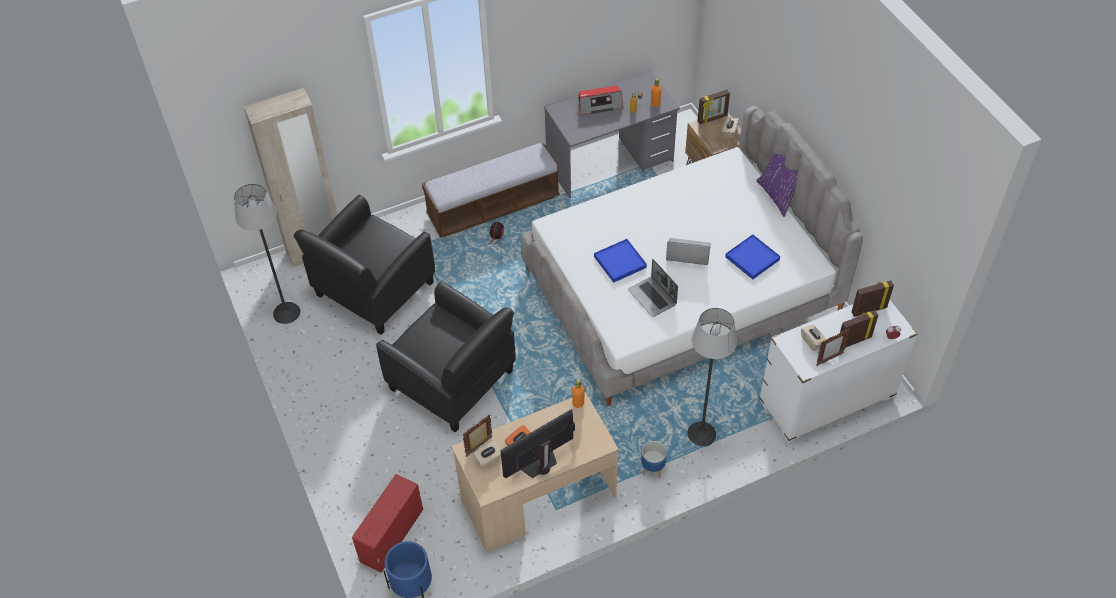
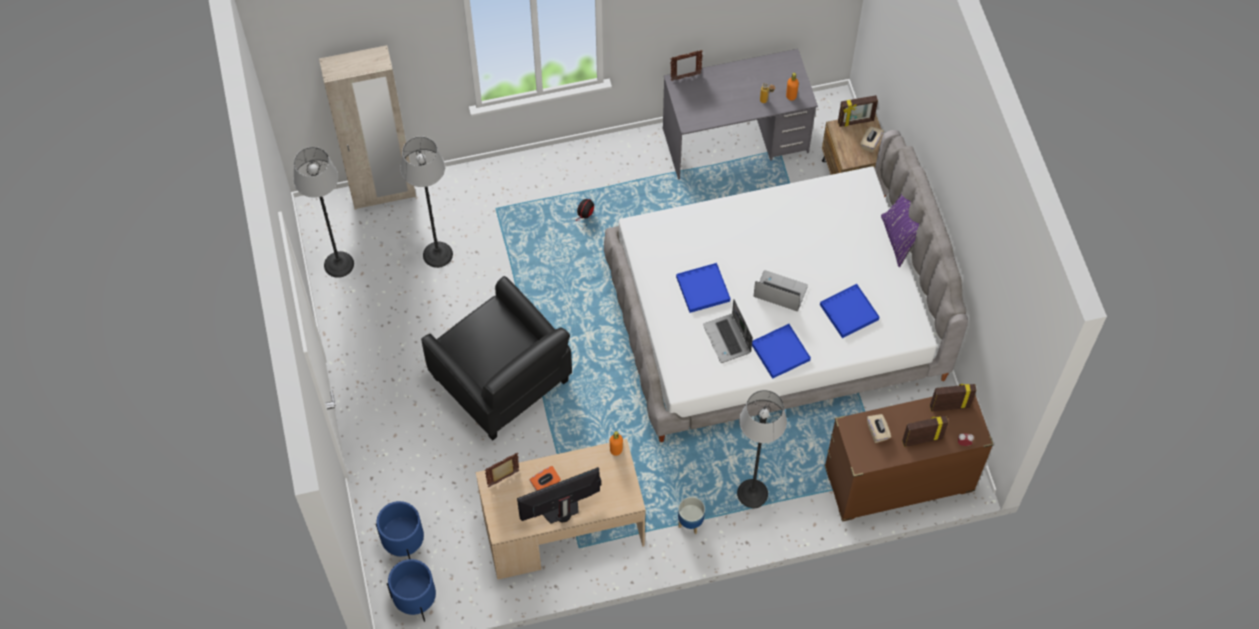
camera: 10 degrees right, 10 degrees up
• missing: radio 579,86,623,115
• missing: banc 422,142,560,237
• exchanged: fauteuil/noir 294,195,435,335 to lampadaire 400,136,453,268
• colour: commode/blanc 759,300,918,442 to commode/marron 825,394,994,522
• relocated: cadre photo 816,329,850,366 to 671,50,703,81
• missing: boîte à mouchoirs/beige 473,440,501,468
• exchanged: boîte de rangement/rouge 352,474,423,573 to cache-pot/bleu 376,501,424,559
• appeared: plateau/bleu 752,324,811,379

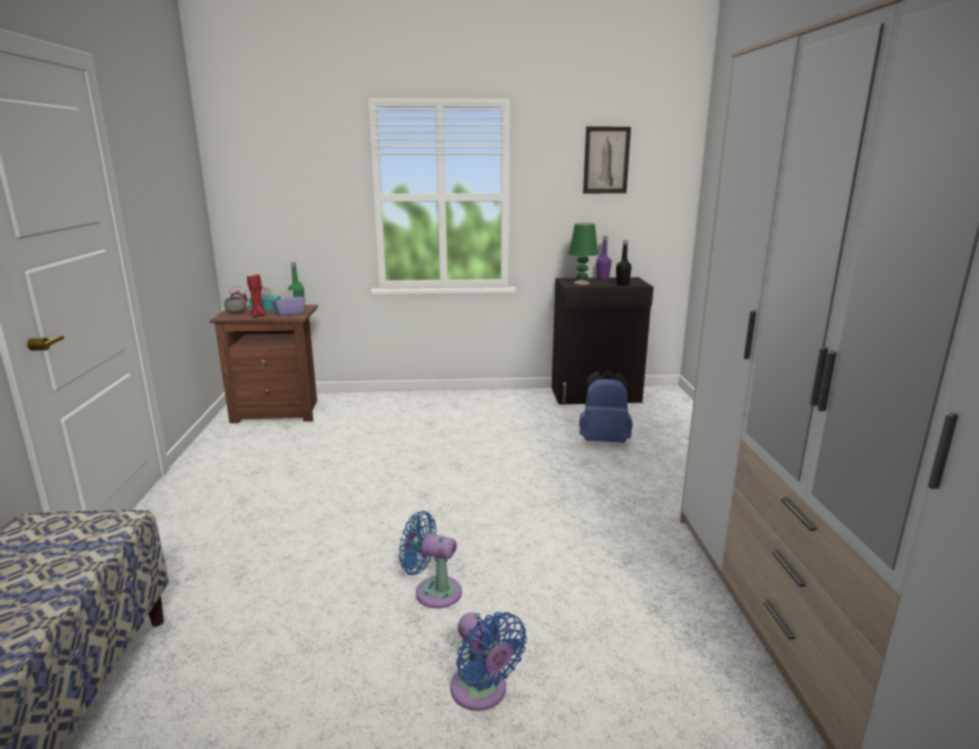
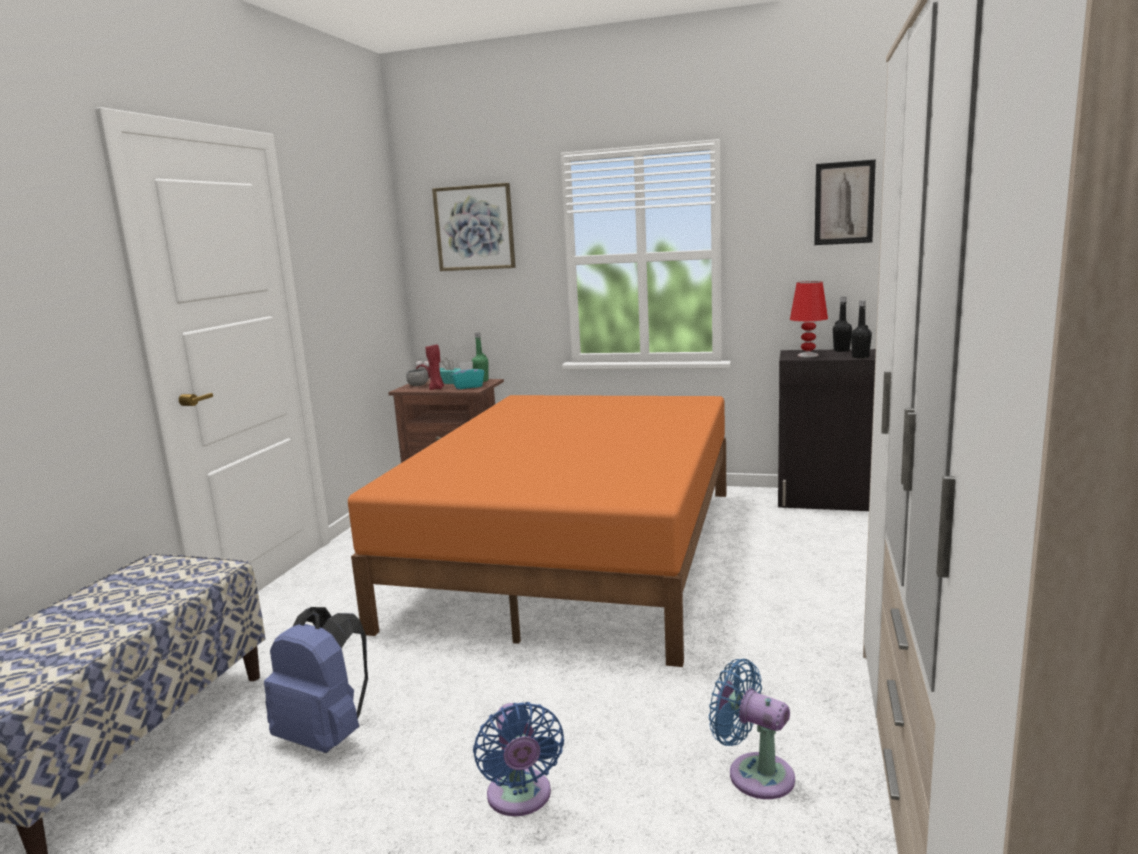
camera: 20 degrees right, 5 degrees down
• colour: lampe de table/vert 569,223,598,285 to lampe de table/rouge 790,281,828,357
• colour: bouteille/violet 597,236,611,280 to bouteille/noir 833,297,852,352
• colour: boîte à mouchoirs/violet 271,290,305,316 to boîte à mouchoirs/turquoise 450,361,484,389
• relocated: sac à dos/bleu 579,371,632,443 to 264,607,368,753
• relocated: ventilateur/bleu 399,511,462,608 to 709,659,795,799
• appeared: tableau 432,183,516,271
• appeared: lit/orange 348,395,726,667

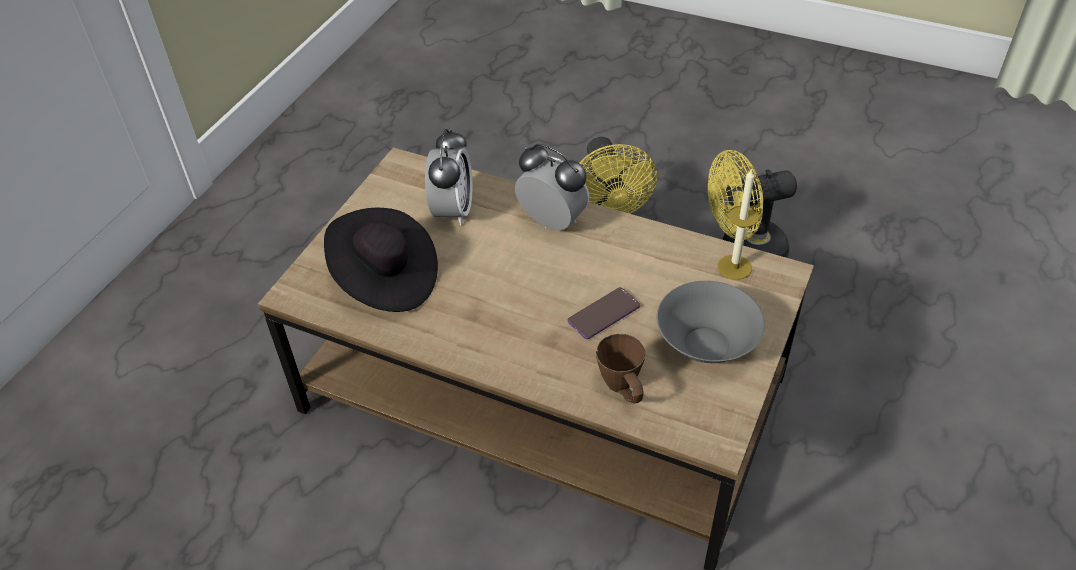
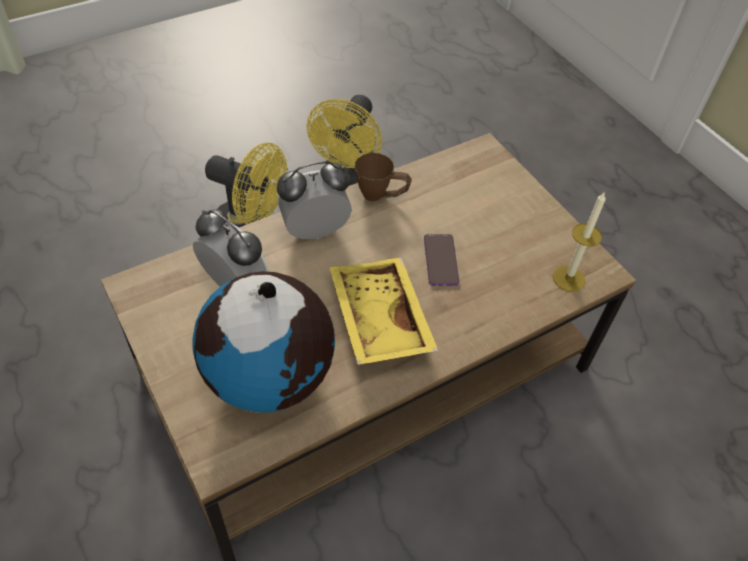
camera: 60 degrees left, 5 degrees up
• relocated: bougie 718,168,759,280 to 553,191,606,292
• exchanged: chapeau/noir 324,208,438,312 to globe 192,271,335,412
• missing: bol/gris 657,281,765,363
• relocated: mug/marron 596,334,645,404 to 354,153,412,201
• appeared: plateau/jaune 329,258,439,365

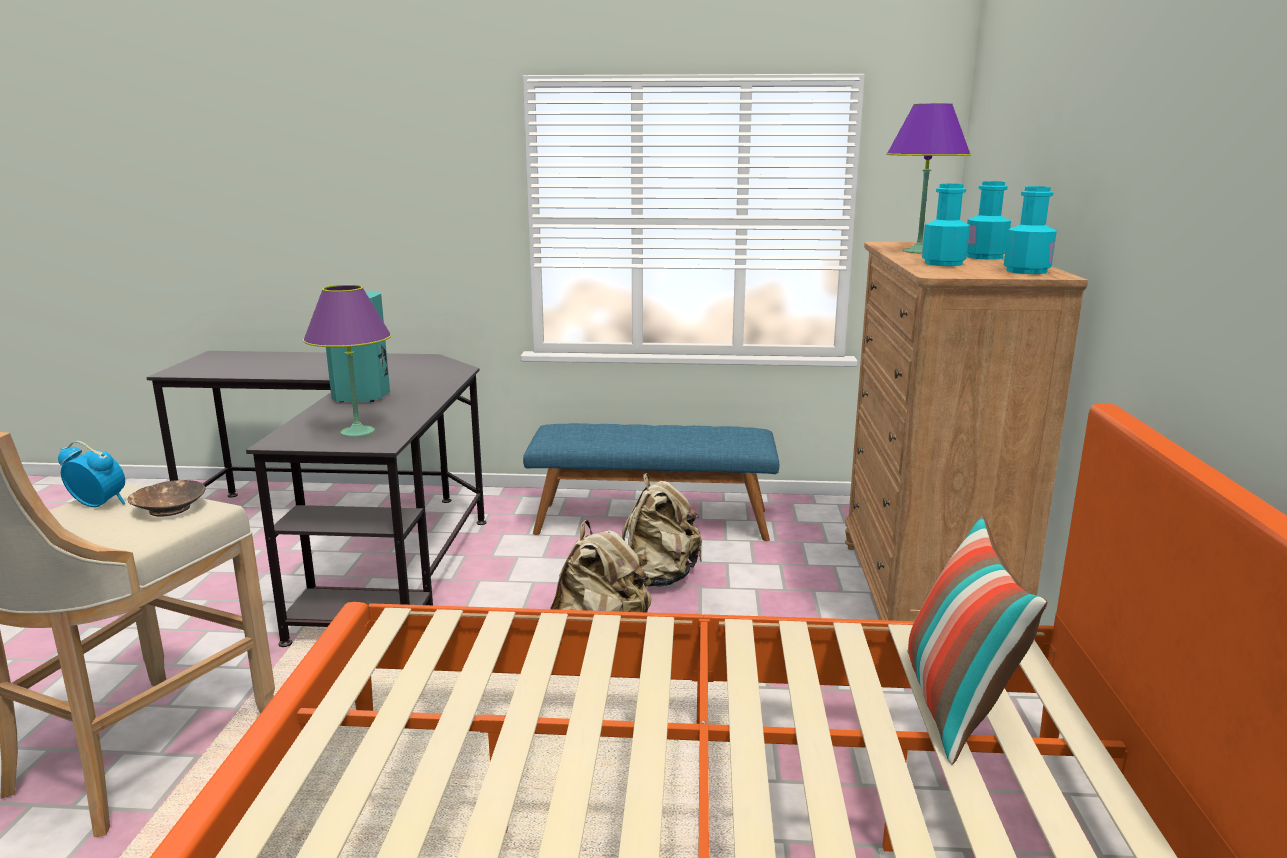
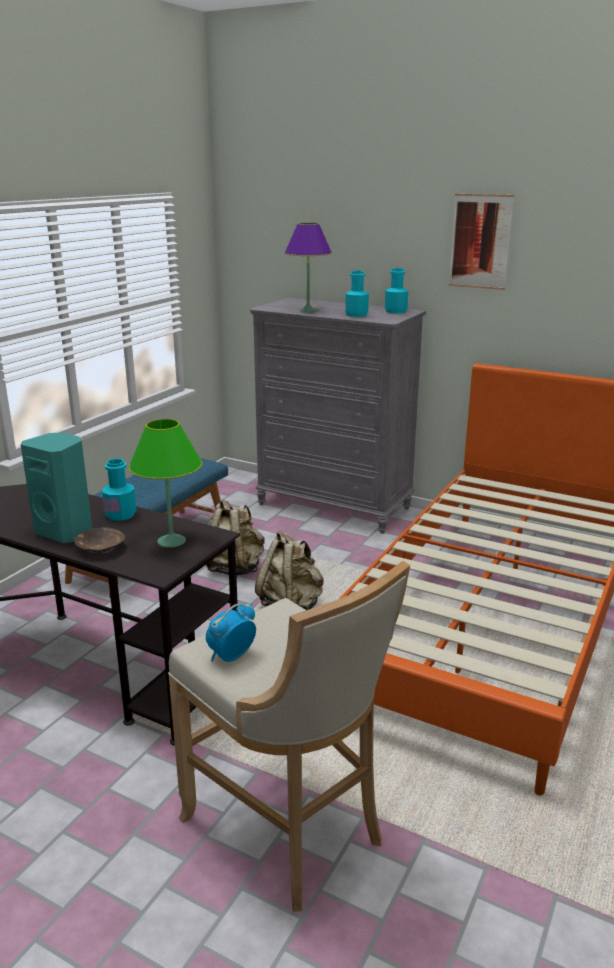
camera: 65 degrees left, 5 degrees up
• relocated: bouteille/turquoise 967,181,1011,260 to 102,459,136,521
• colour: commode/marron 845,242,1088,621 to commode/gris 250,298,426,534
• colour: lampe de table/violet 303,285,391,437 to lampe de table/vert 129,419,202,548
• relocated: bol/marron 127,480,205,517 to 75,527,125,555
• missing: coussin 908,515,1047,765
• appeared: tableau 449,194,514,290

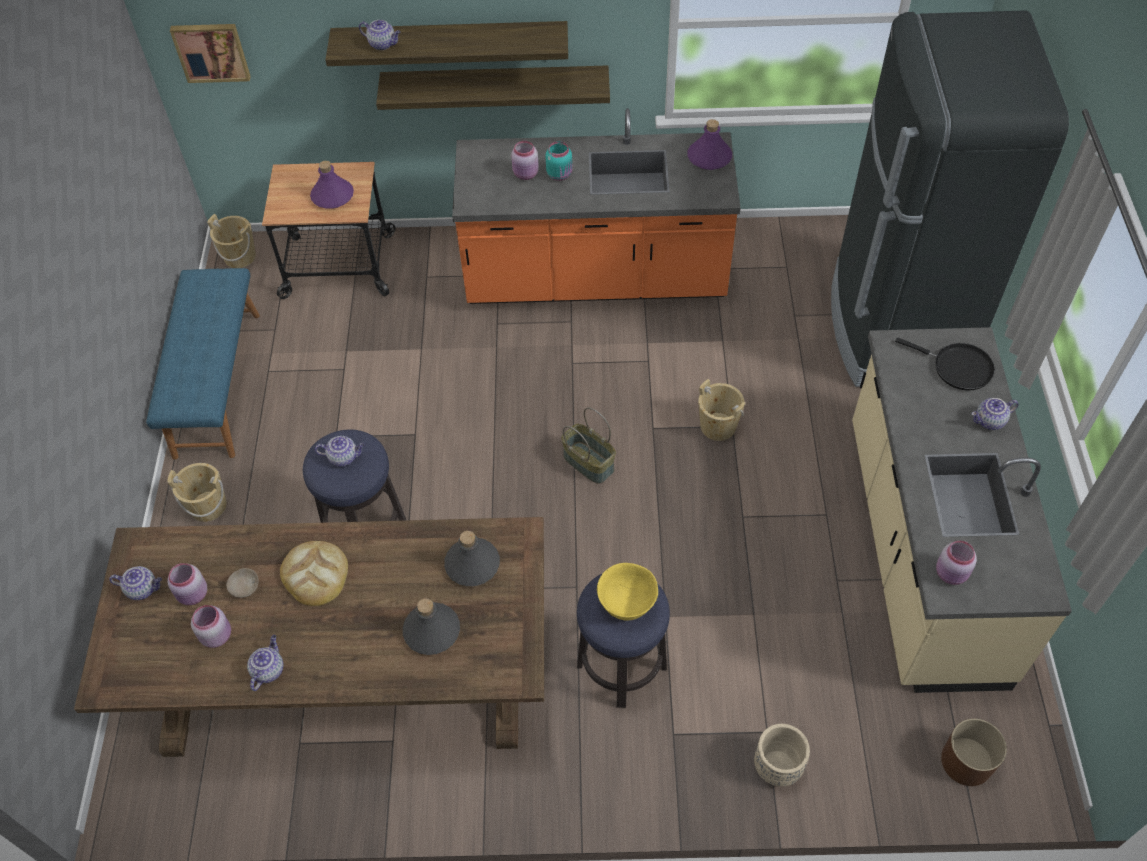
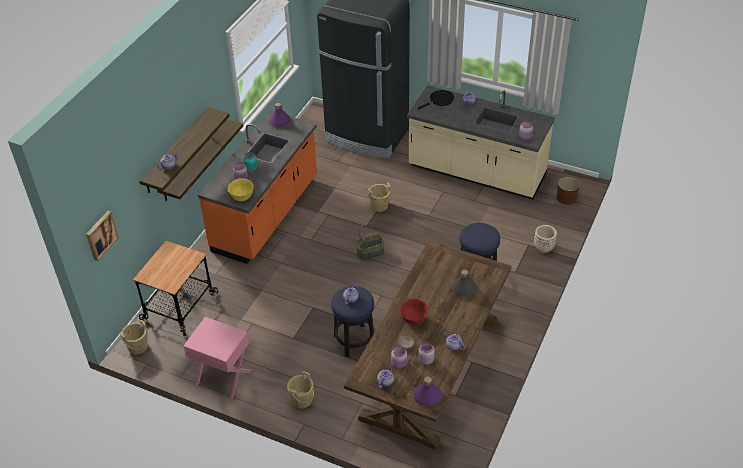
camera: 65 degrees left, 10 degrees down
• relocated: bouteille/violet 310,161,354,209 to 413,376,442,406
• exchanged: banc/bleu 146,268,260,460 to table de chevet/rose 183,317,251,400
• missing: bouteille/gris 444,531,500,586
• exchanged: pain 280,541,348,606 to bol/rouge 400,299,429,325
• relocated: bol/jaune 597,563,658,621 to 228,178,254,201

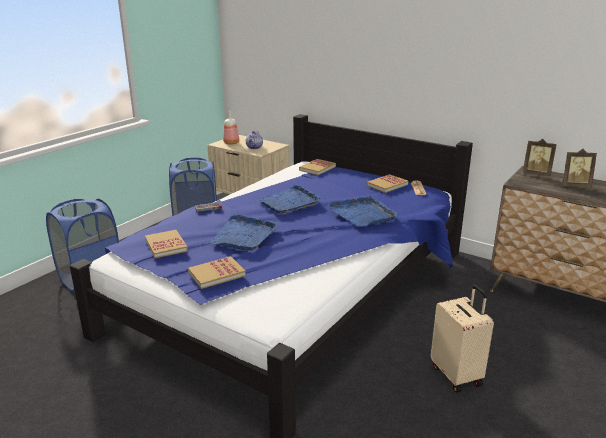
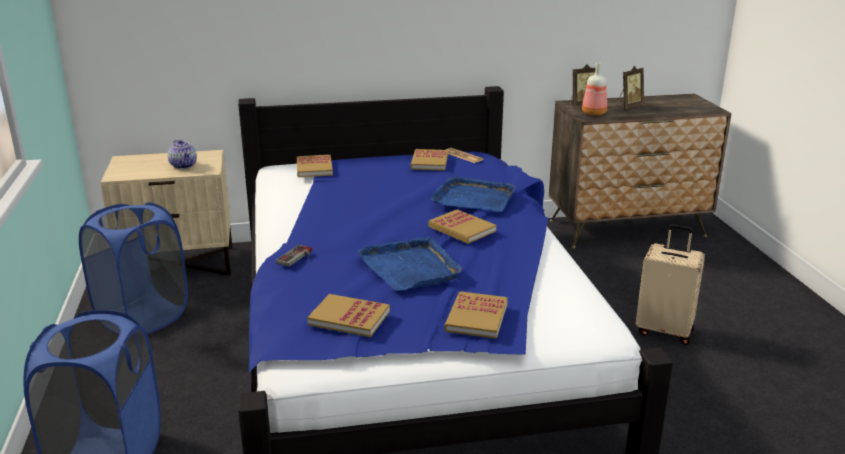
camera: 45 degrees left, 0 degrees up
• relocated: bouteille 223,111,239,145 to 582,63,607,116
• missing: plateau/bleu 257,185,321,214
• appeared: livre 428,209,496,244

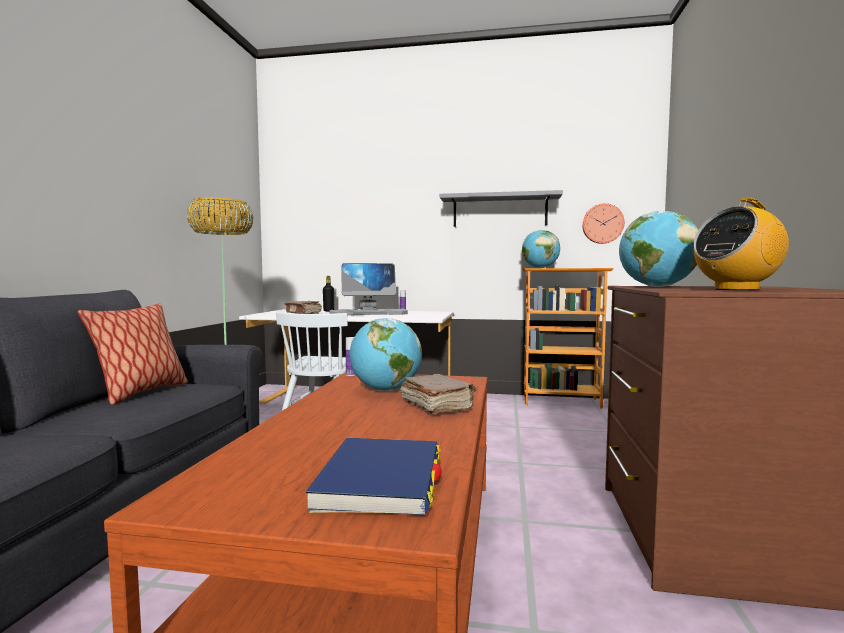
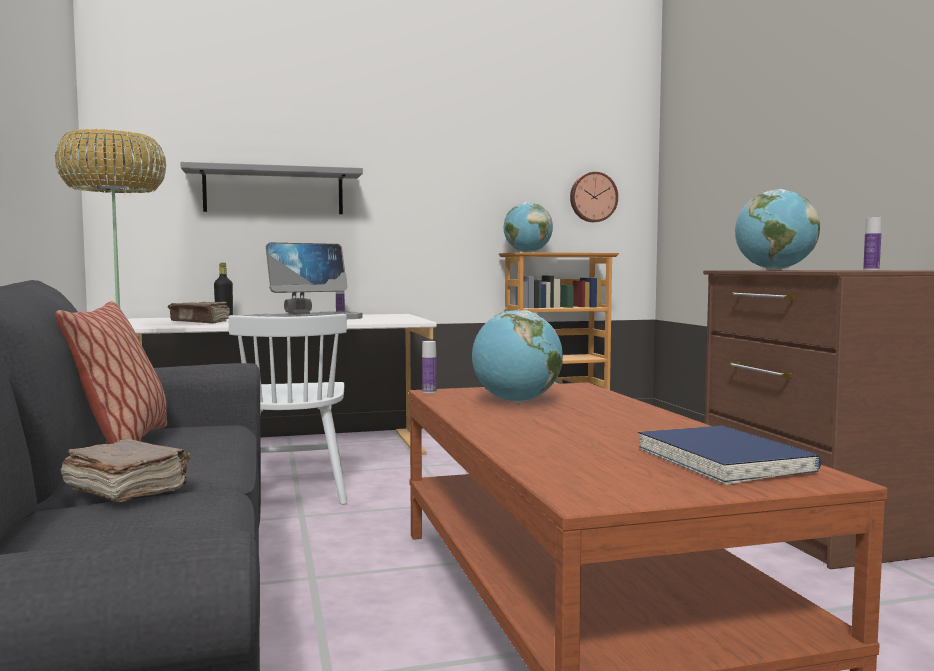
camera: 25 degrees left, 0 degrees up
• relocated: étagère/gris 440,190,563,227 to 180,162,363,214
• exchanged: radio 694,198,789,291 to bouteille 863,217,882,270
• relocated: livre/marron 400,374,477,414 to 60,439,191,502

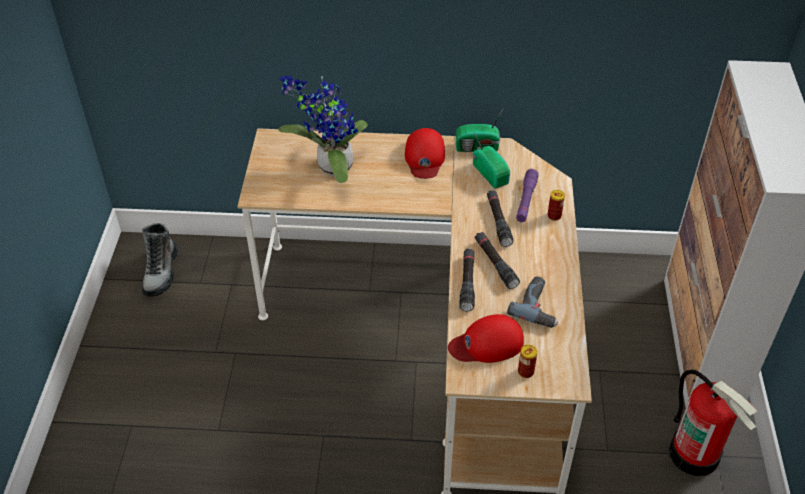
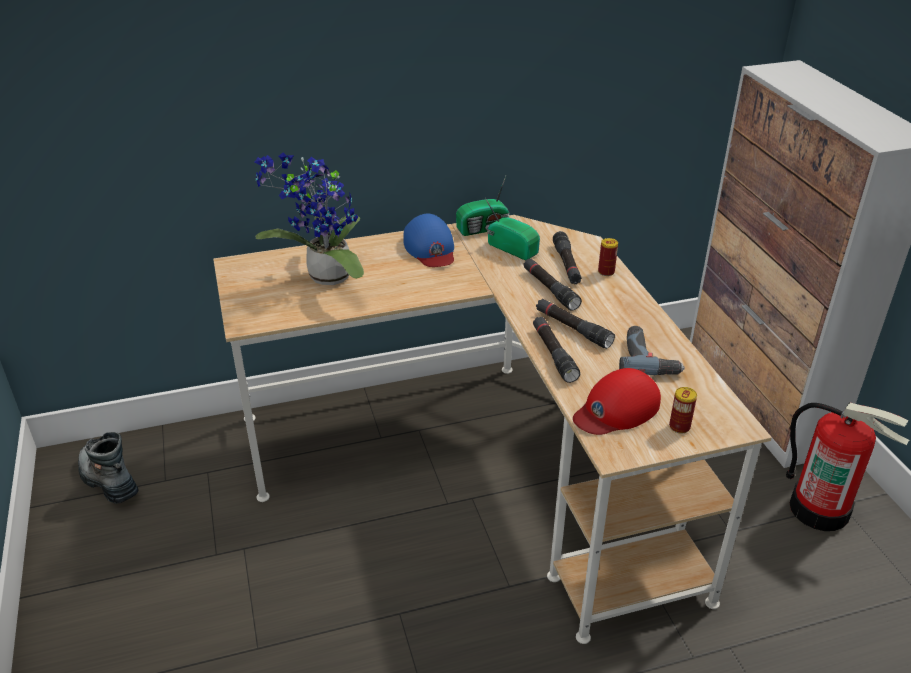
camera: 20 degrees left, 10 degrees down
• colour: casquette/rouge 405,128,445,179 to casquette/bleu 403,214,454,267
• colour: lampe de poche/violet 516,169,539,222 to lampe de poche/noir 553,231,582,284
• spun: botte 142,223,178,297 = 78,432,139,504 150 degrees clockwise

